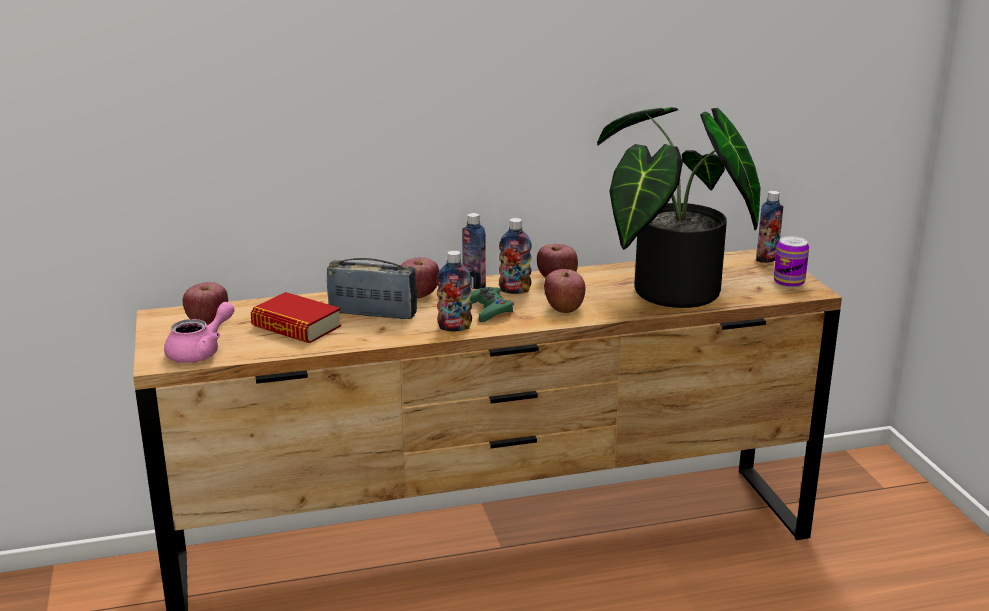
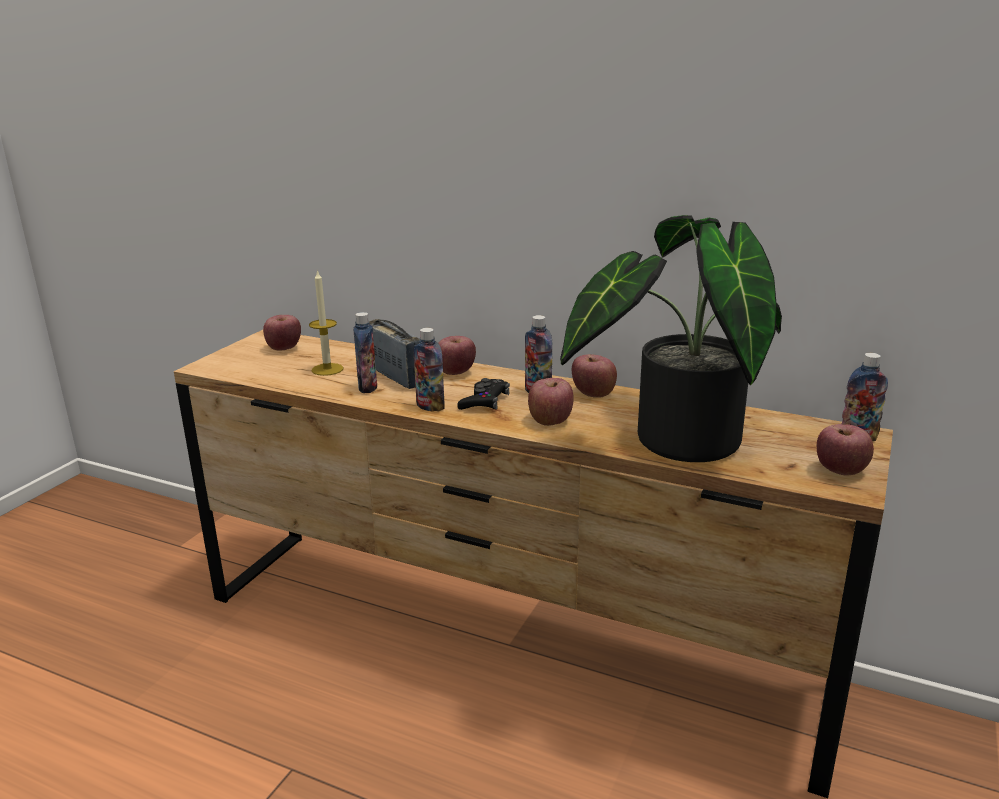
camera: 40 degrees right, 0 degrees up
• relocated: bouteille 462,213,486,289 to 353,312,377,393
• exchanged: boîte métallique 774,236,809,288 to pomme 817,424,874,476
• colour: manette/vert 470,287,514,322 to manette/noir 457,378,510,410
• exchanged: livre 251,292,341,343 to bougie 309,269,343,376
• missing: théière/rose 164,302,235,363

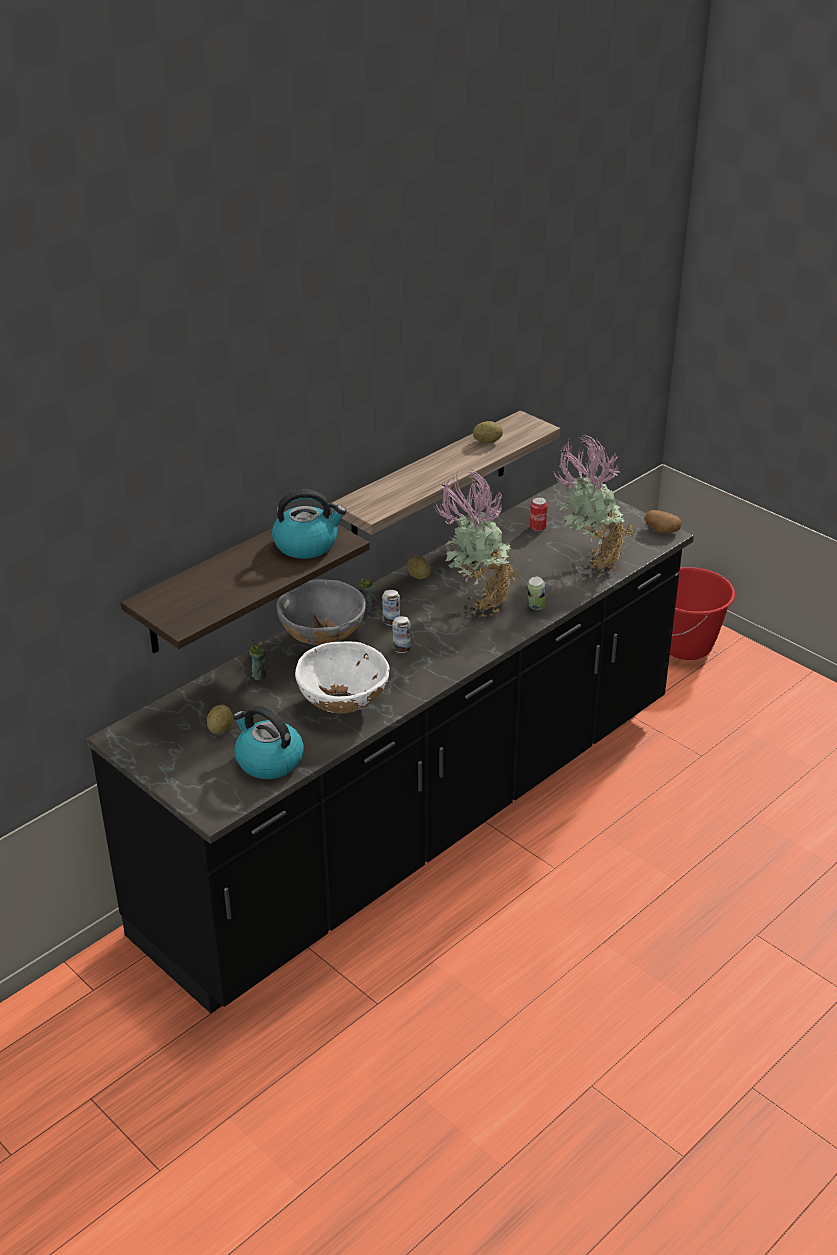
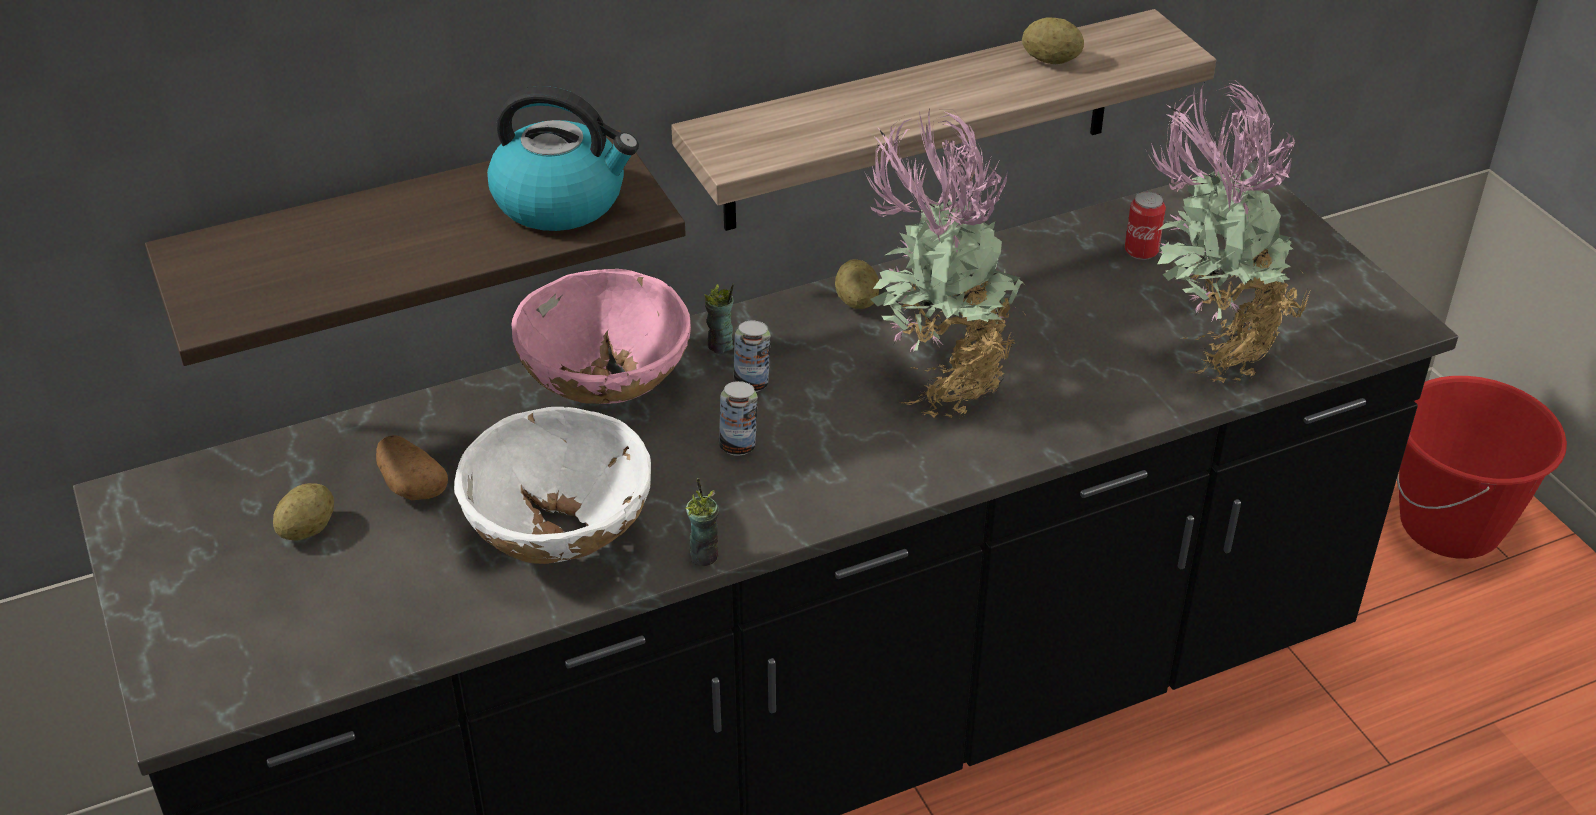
camera: 20 degrees right, 5 degrees up
• relocated: pomme de terre 645,510,682,533 to 376,435,448,500
• missing: boîte métallique 527,577,546,610
• colour: bol/gris 276,579,366,645 to bol/rose 511,269,691,404
• relocated: tasse 250,638,266,680 to 685,478,719,566
• missing: bouilloire 233,706,304,779

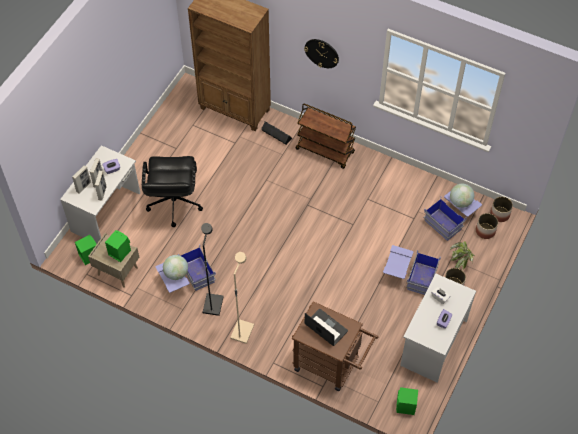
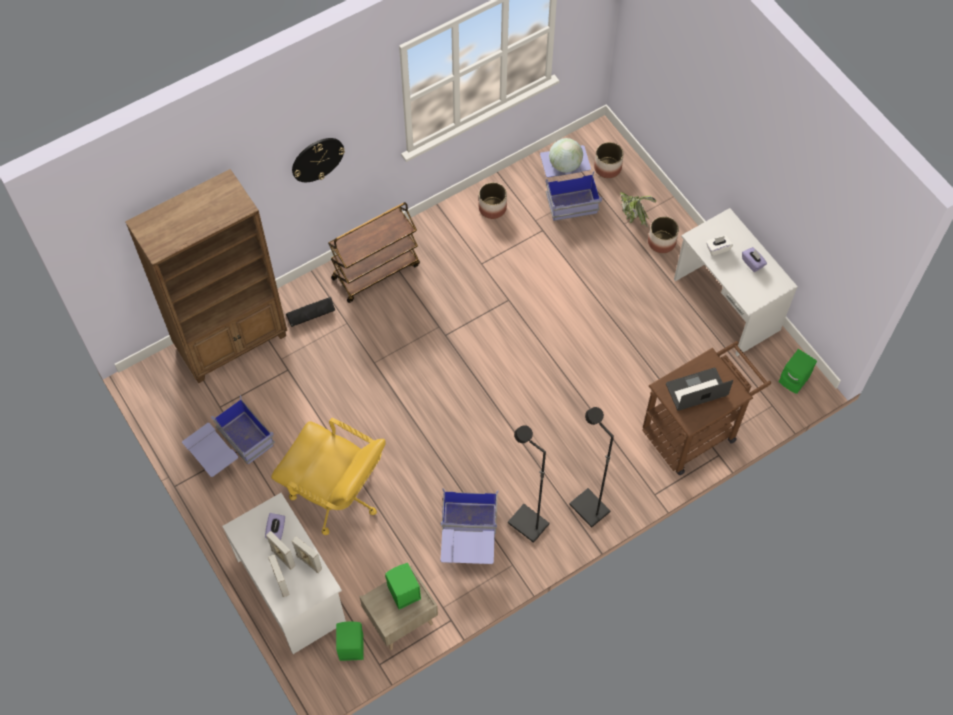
camera: 60 degrees left, 5 degrees up
• colour: chaise de bureau/noir 142,156,203,227 to chaise de bureau/jaune 271,418,386,535
• relocated: cache-pot 490,197,513,222 to 479,182,507,219
• relocated: boîte de rangement/bleu 383,245,441,295 to 182,395,275,477
• colour: lampadaire/beige 230,252,254,344 to lampadaire/noir 569,407,614,528
• missing: globe 163,255,188,280

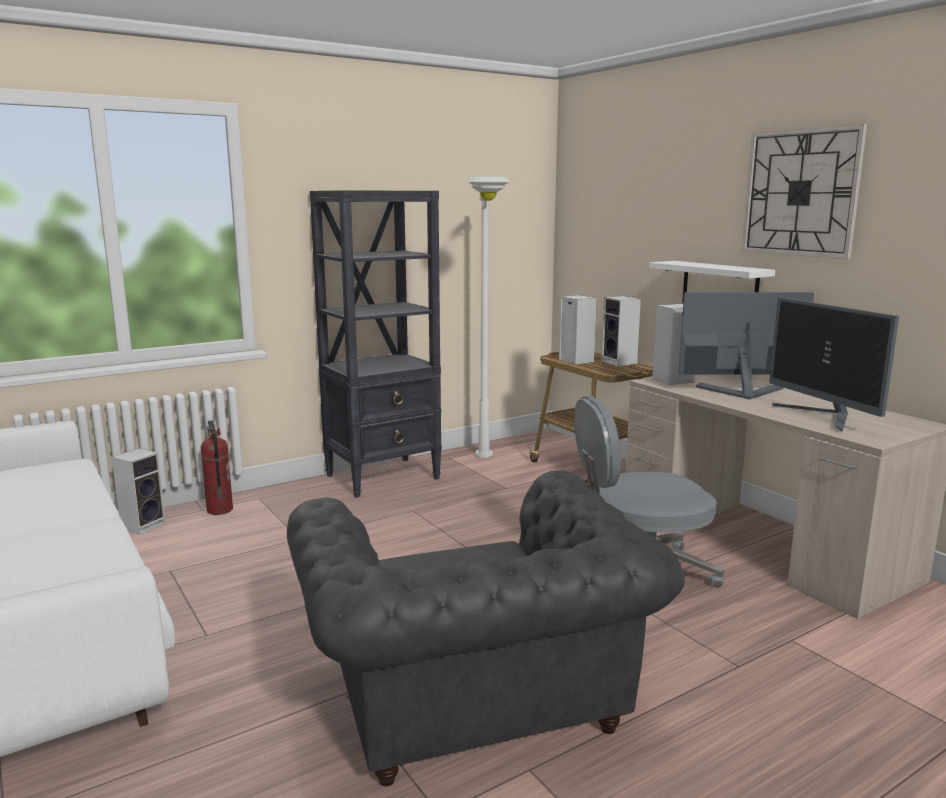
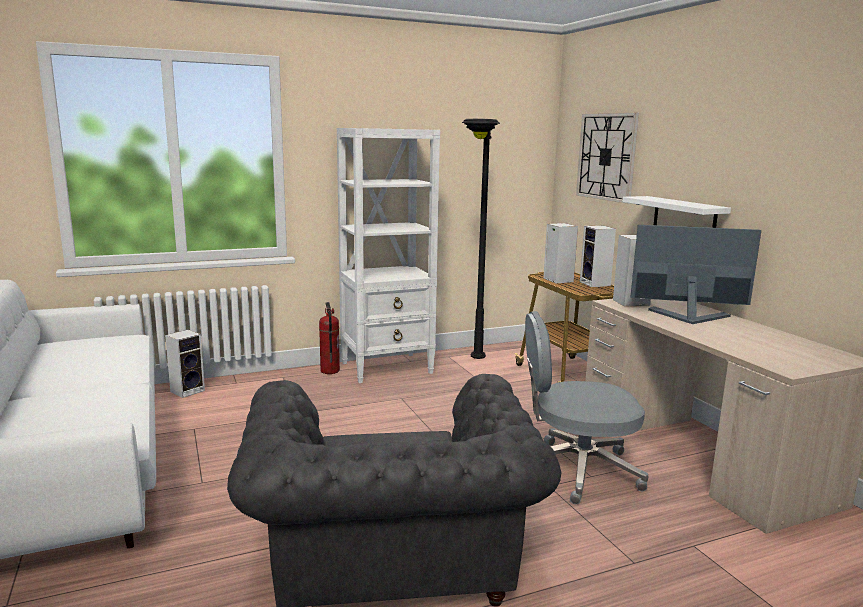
camera: 10 degrees right, 0 degrees up
• relocated: horloge murale 742,124,867,259 to 576,113,639,204
• colour: lampadaire/blanc 466,177,510,458 to lampadaire/noir 462,119,500,359
• colour: bibliothèque/noir 310,190,442,498 to bibliothèque/blanc 337,128,440,383
• missing: écran d'ordinateur 769,297,899,432
• relocated: extincteur 201,421,233,515 to 319,302,340,374

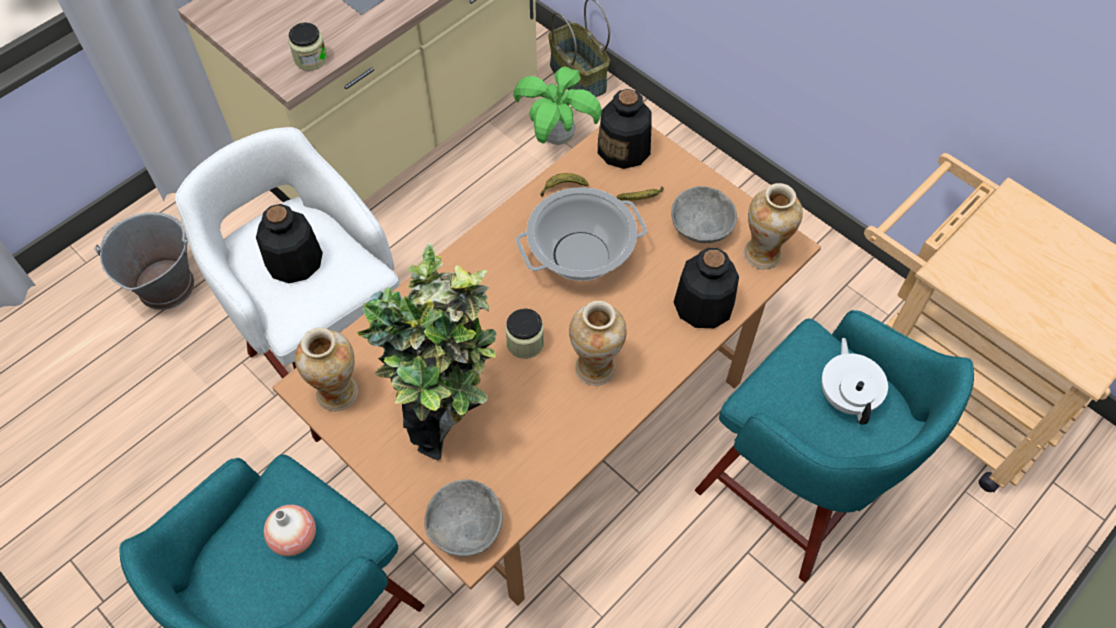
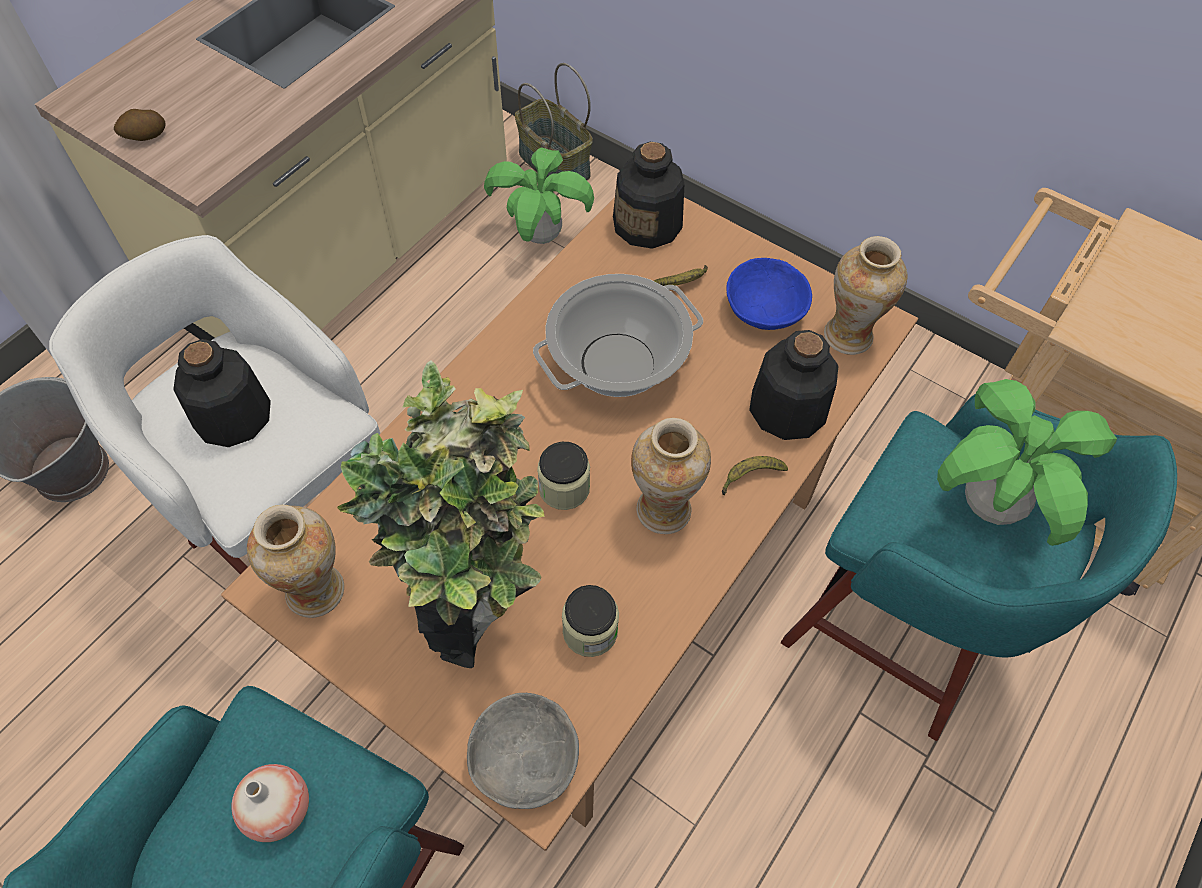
camera: 10 degrees left, 0 degrees up
• relocated: bocal 289,22,327,71 to 562,585,619,657
• relocated: banane 540,173,589,197 to 722,456,788,495
• colour: bol/gris 671,186,737,243 to bol/bleu 726,258,812,330
• exchanged: théière/blanc 821,338,888,425 to plante en pot 937,379,1117,546
• appeared: pomme de terre 114,109,165,141

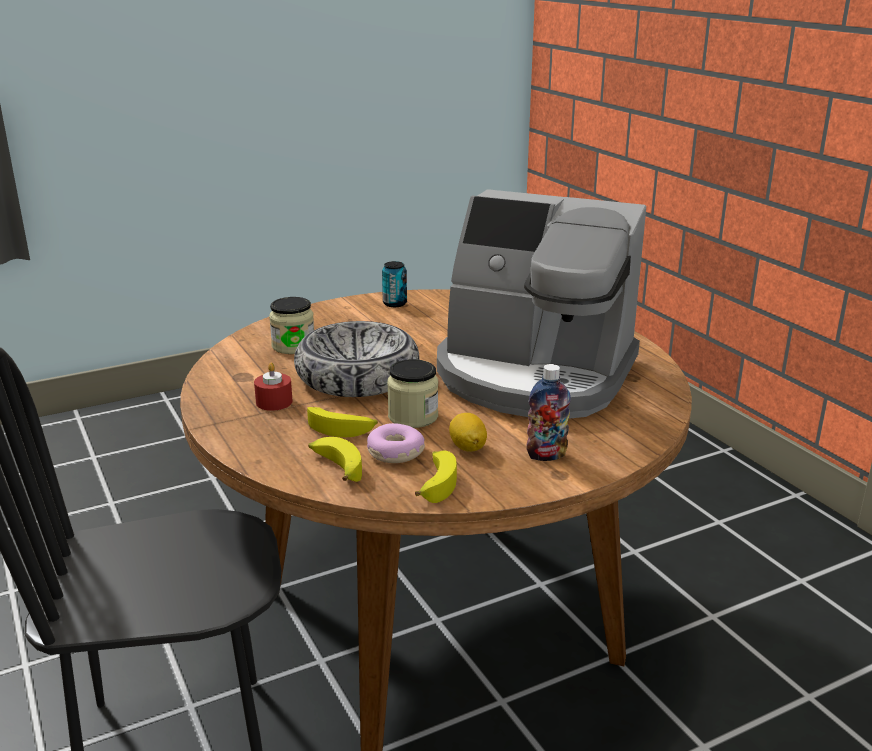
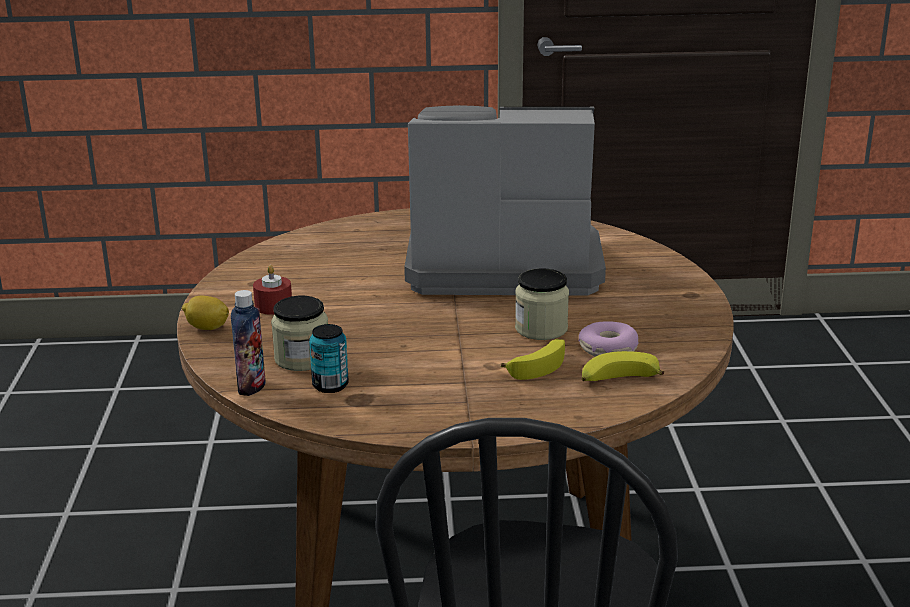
camera: 65 degrees left, 0 degrees up
• spun: machine à café 437,189,646,419 = 404,105,606,296 135 degrees counterclockwise
• relocated: boîte métallique 382,261,407,307 to 309,324,349,393
• missing: bol 294,321,419,397
• relocated: bougie/rouge 254,363,293,411 to 253,265,292,315
• relocated: bouteille 526,364,571,461 to 231,290,266,396
• relocated: citron 449,413,487,452 to 182,296,229,330
• missing: banane 415,450,457,503

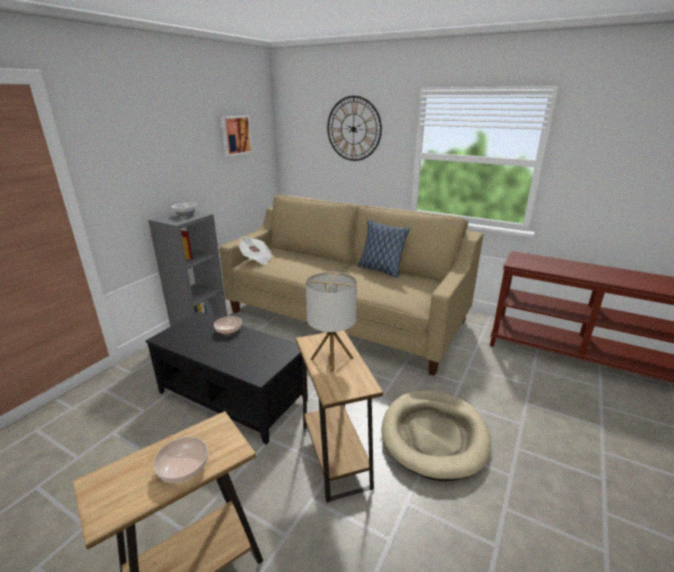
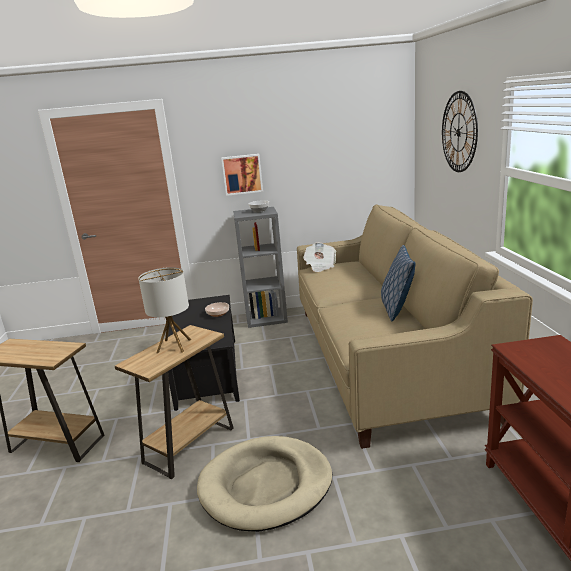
camera: 55 degrees right, 5 degrees down
• relocated: tableau 220,115,253,157 to 221,154,263,196
• missing: bol 153,437,208,483

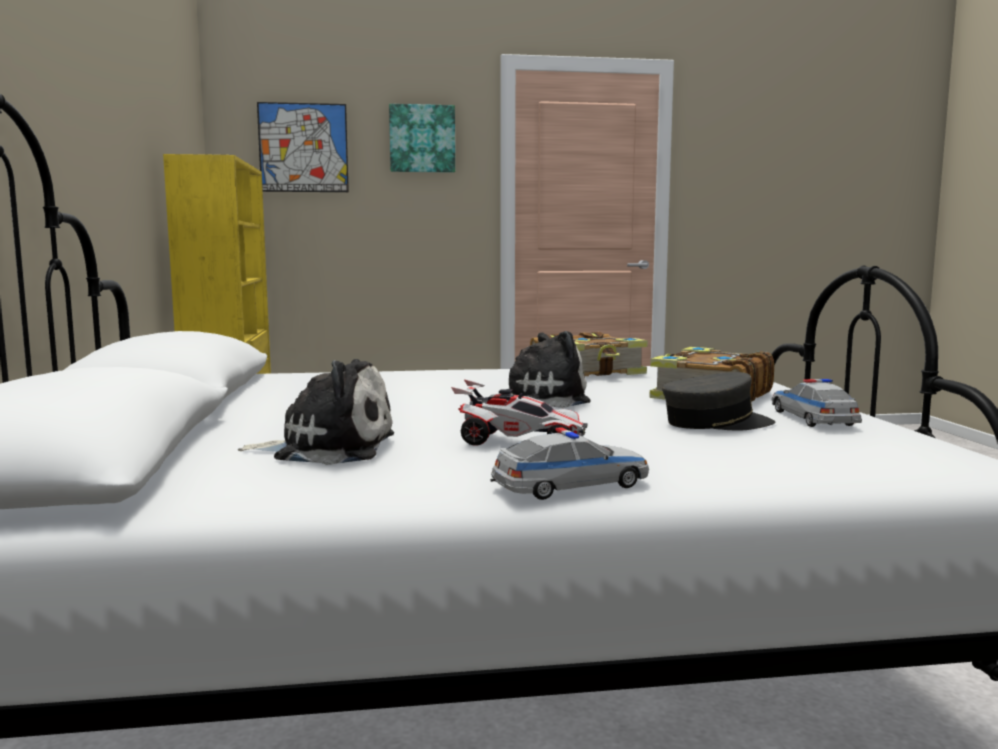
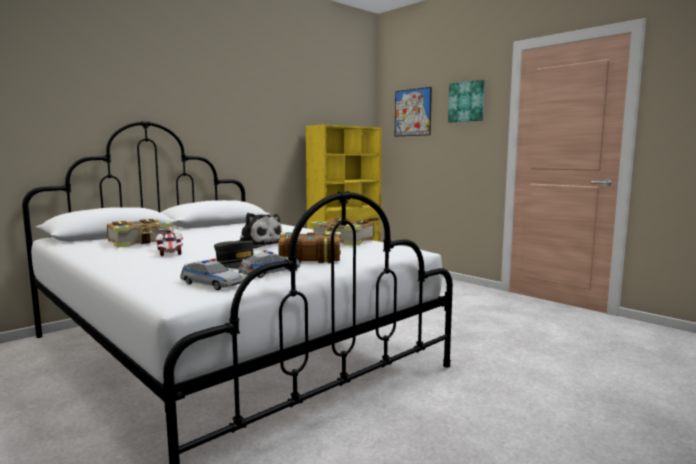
camera: 55 degrees right, 0 degrees up
• exchanged: peluche 238,359,394,465 to livre 107,219,172,248
• relocated: petite voiture 490,427,649,500 to 180,259,243,290

